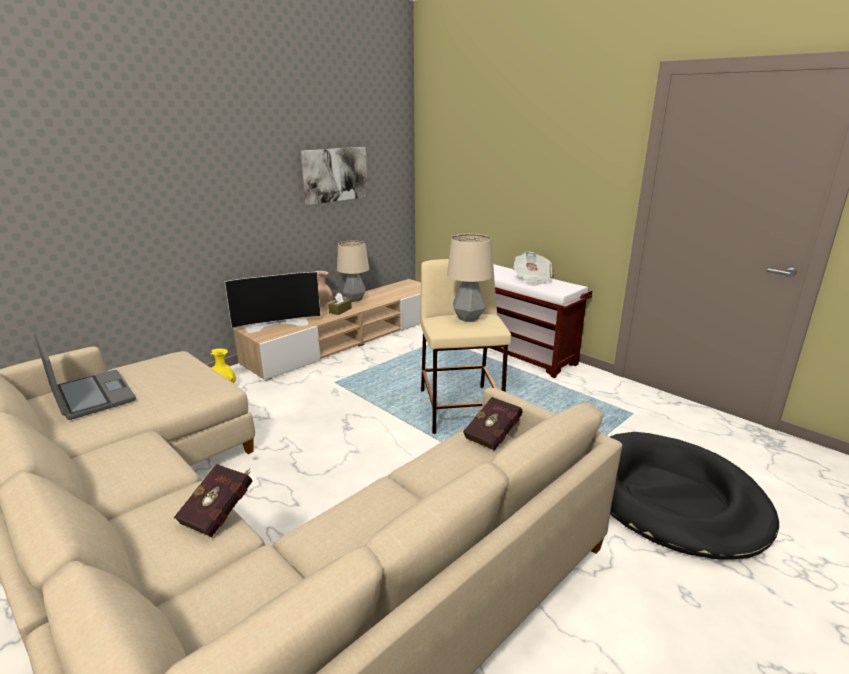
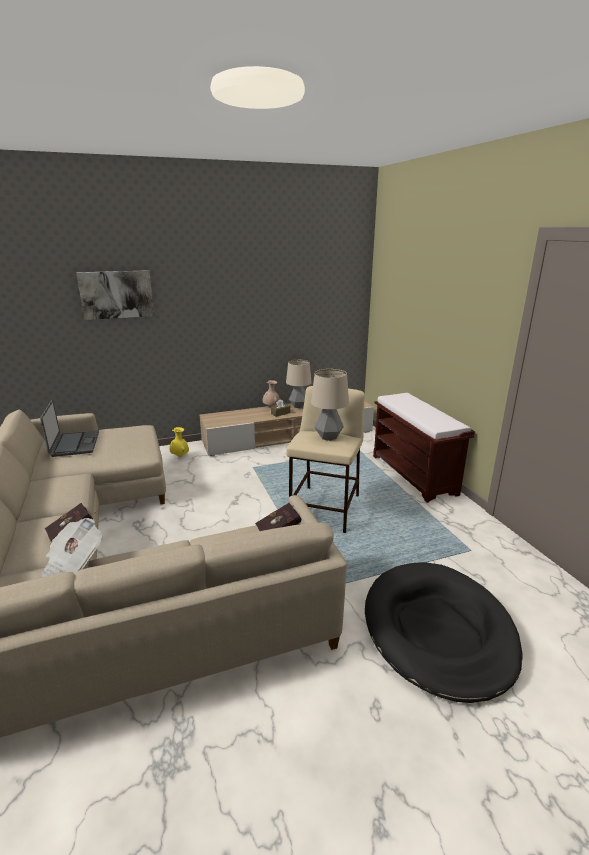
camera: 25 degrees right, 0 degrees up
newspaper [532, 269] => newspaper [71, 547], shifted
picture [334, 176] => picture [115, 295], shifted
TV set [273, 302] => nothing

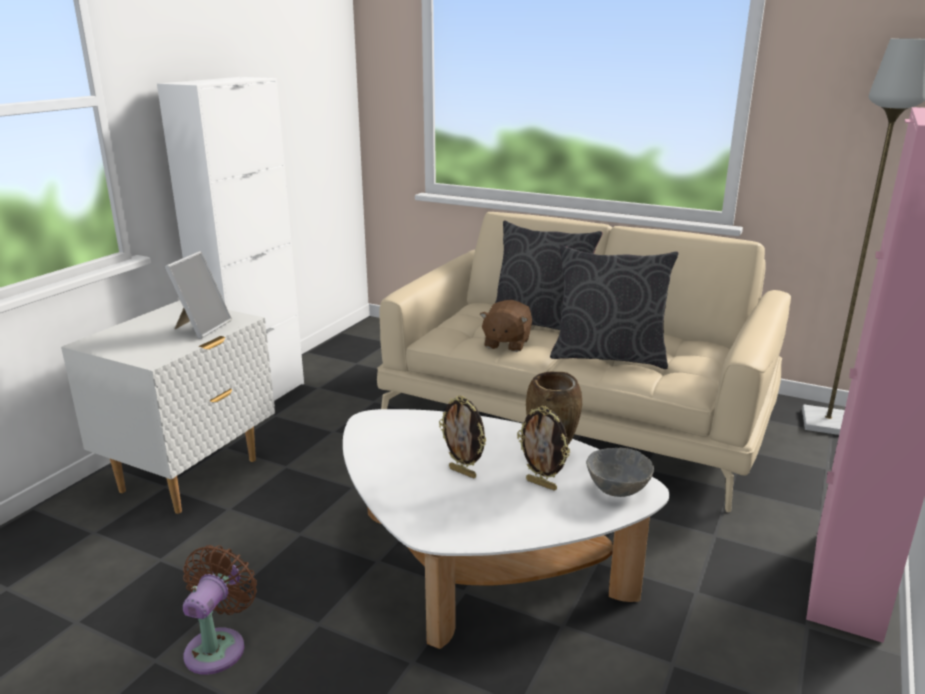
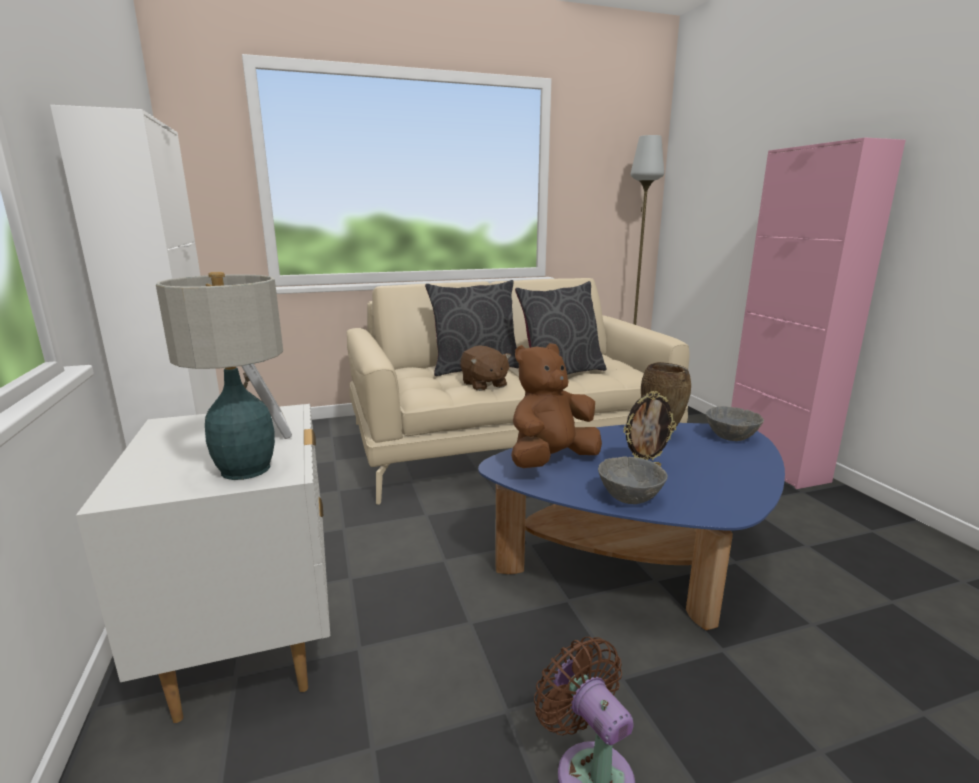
camera: 45 degrees left, 5 degrees down
nothing => table lamp [219, 376]
white-coloured lounge table [506, 529] => bluish lounge table [631, 526]
nothing => brown-coloured cuddly toy [556, 405]
nothing => grey serving bowl [633, 480]
standing frame [543, 448] => nothing

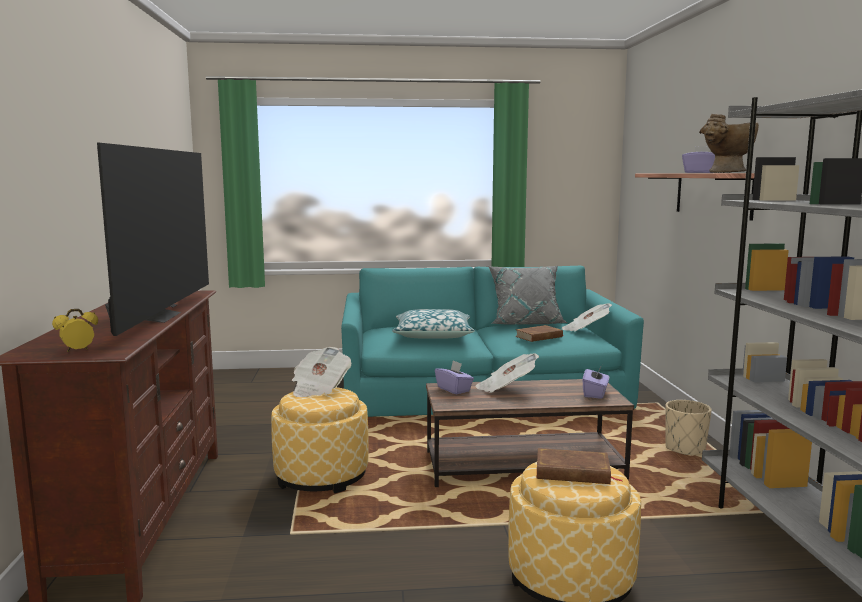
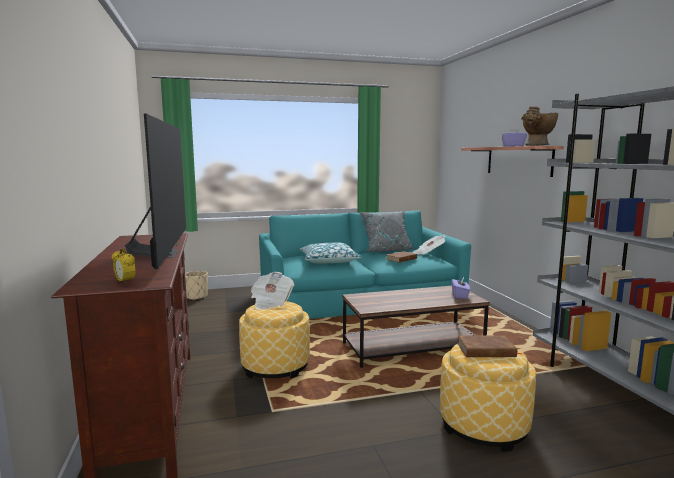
camera: 10 degrees left, 0 degrees up
bedside clock [75, 330] => bedside clock [124, 266], 90 degrees counterclockwise
sand-coloured plant pot [688, 427] => sand-coloured plant pot [196, 285], shifted
purple tissue holder [454, 377] => nothing
newspaper [507, 373] => nothing

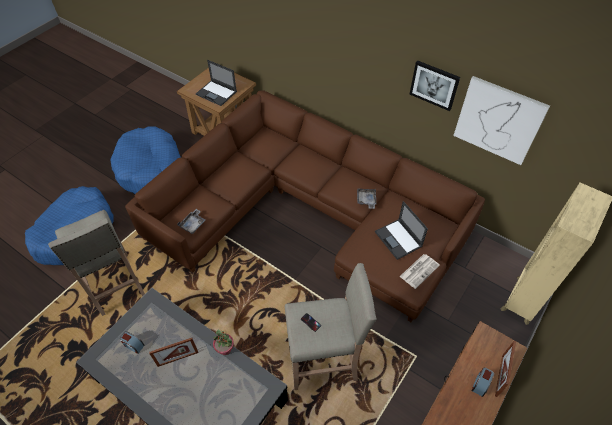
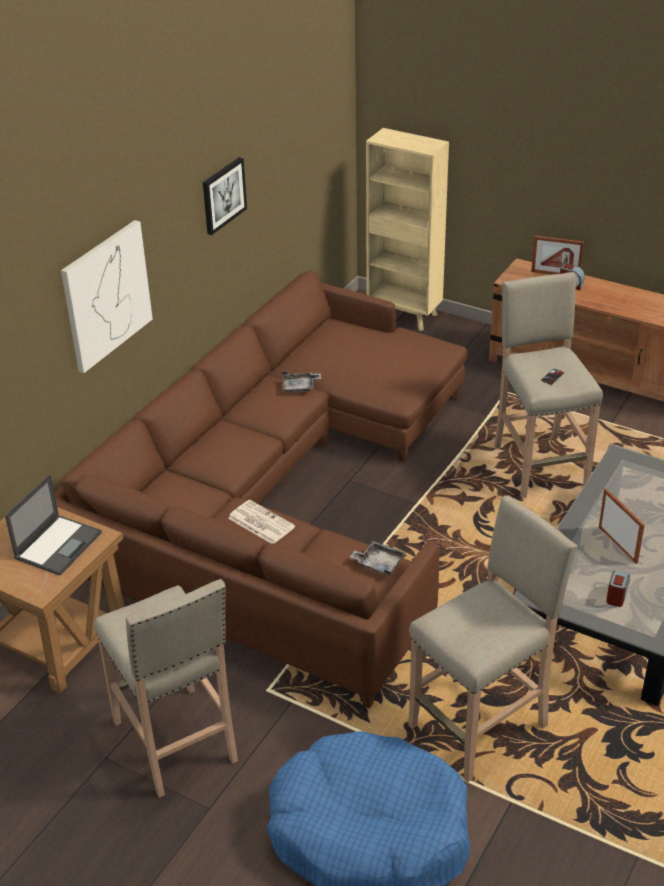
camera: 95 degrees left, 15 degrees down
picture [501, 120] => picture [107, 296], shifted
bluish dog bed [145, 160] => sand-coloured stool [166, 688]
newspaper [419, 271] => newspaper [261, 521], shifted
plant in a pot [223, 342] => nothing
notebook computer [401, 230] => nothing

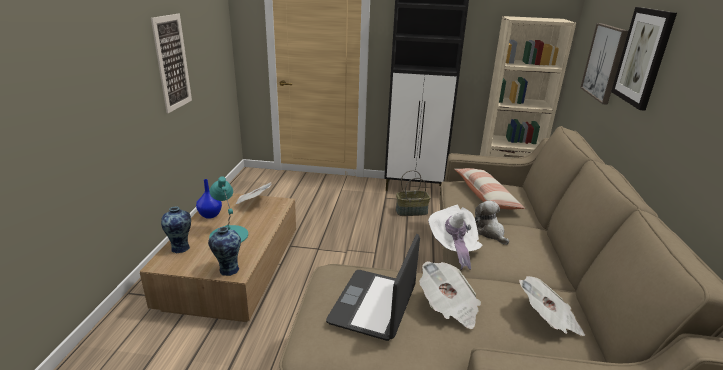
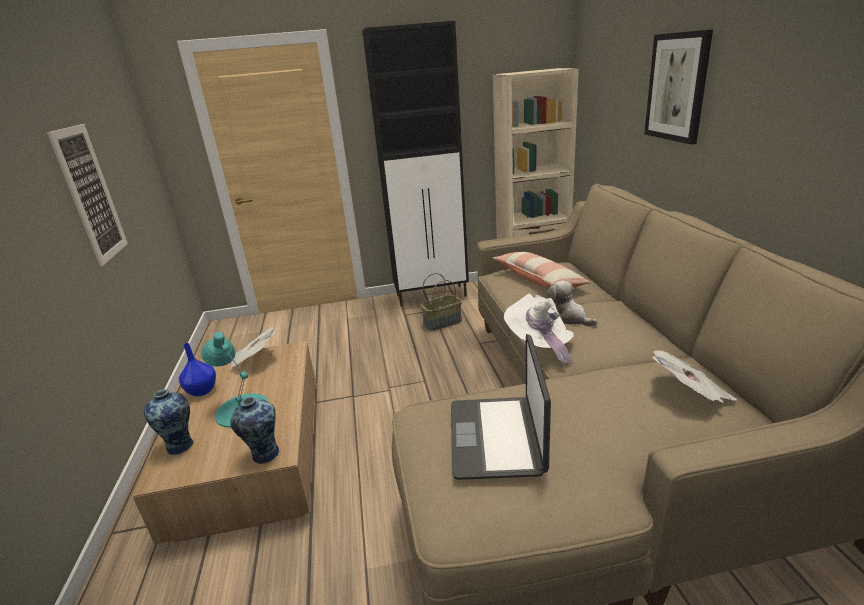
camera: 15 degrees left, 0 degrees up
newspaper [450, 295] => nothing
picture [604, 64] => nothing

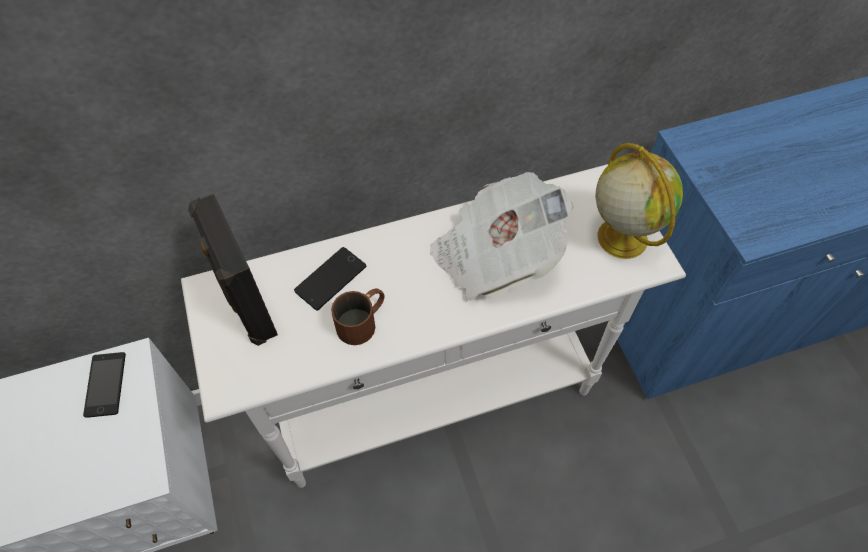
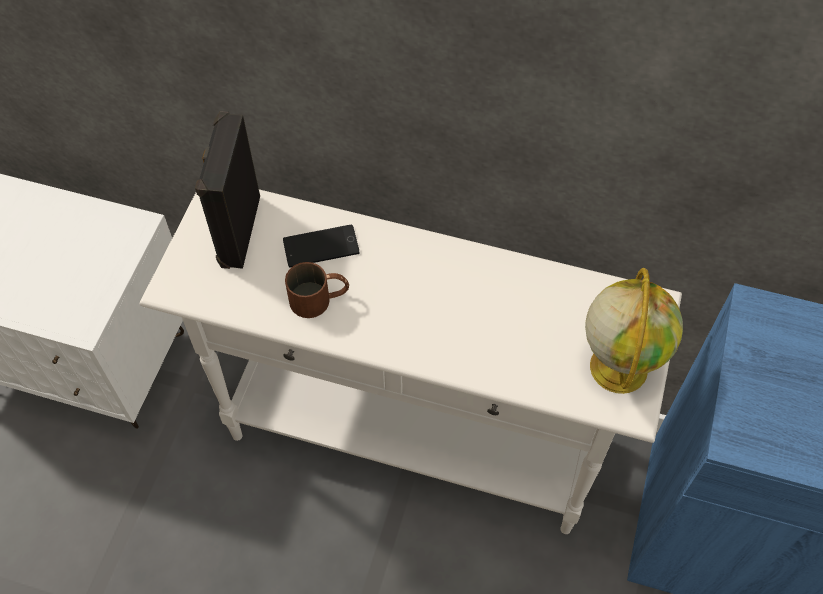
camera: 35 degrees right, 0 degrees up
phone [104, 385] => nothing
newspaper [501, 236] => nothing

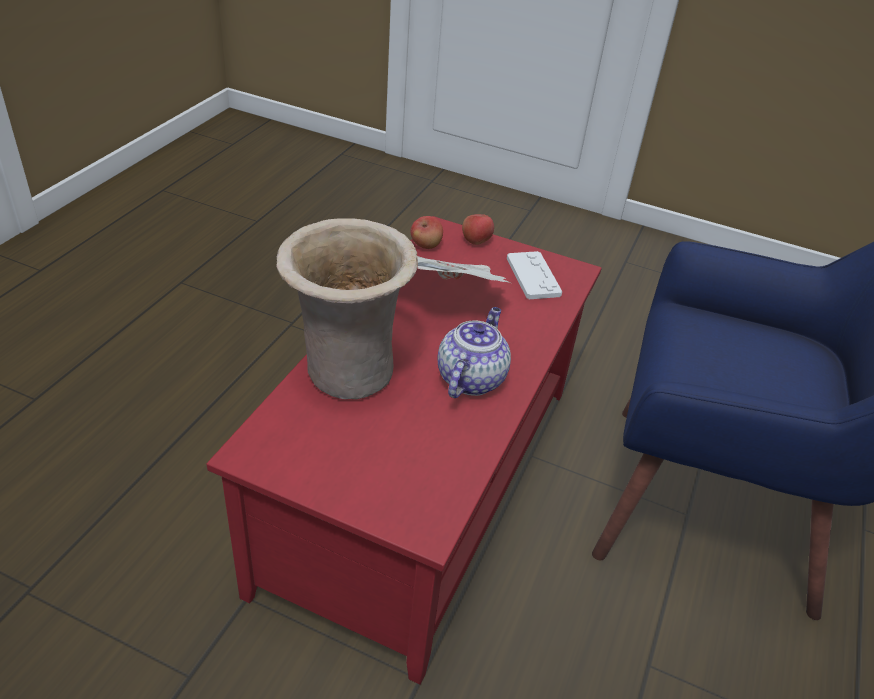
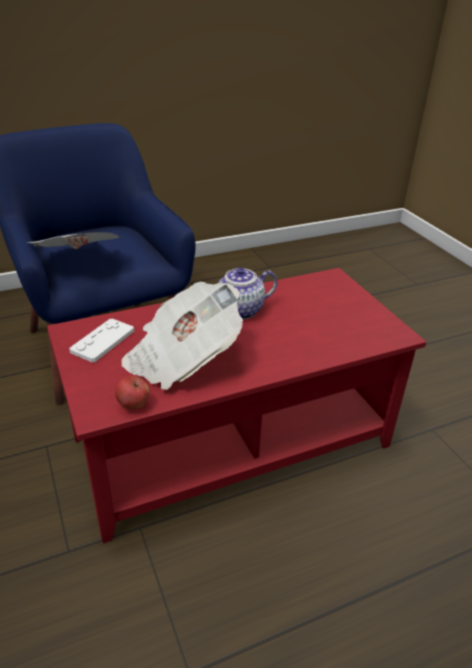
camera: 135 degrees left, 5 degrees down
nothing => newspaper [73, 240]
sand-coloured decorative vase [347, 309] => nothing
whole apple [478, 229] => nothing

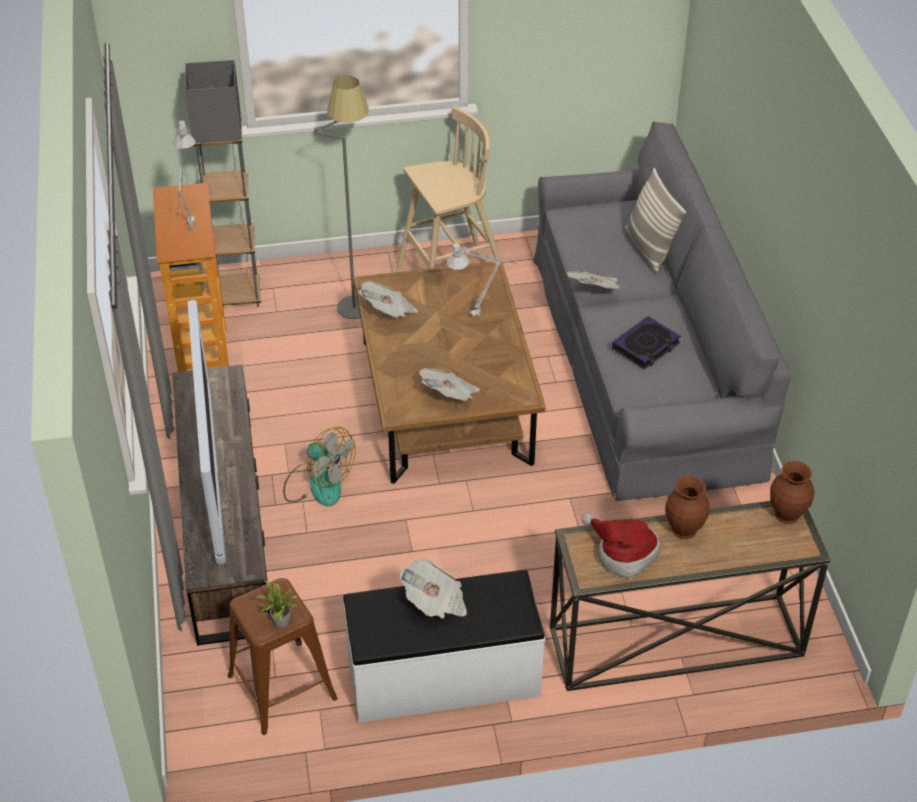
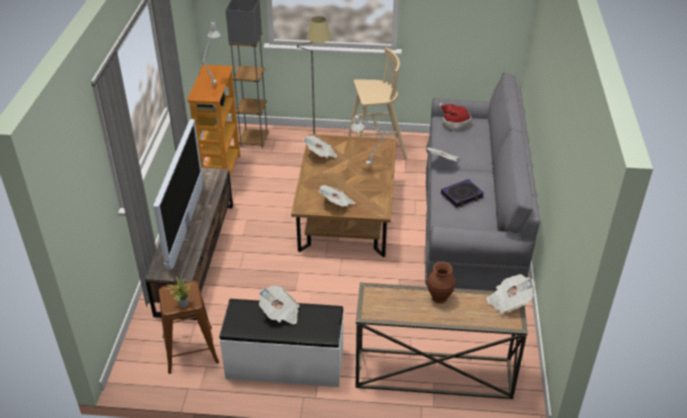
camera: 15 degrees right, 5 degrees down
wearable hat [621, 546] => wearable hat [455, 117], shifted
brown-coloured decorative vase [792, 492] => newspaper [510, 294]
cooling fan [319, 466] => nothing
pillow [655, 220] => nothing

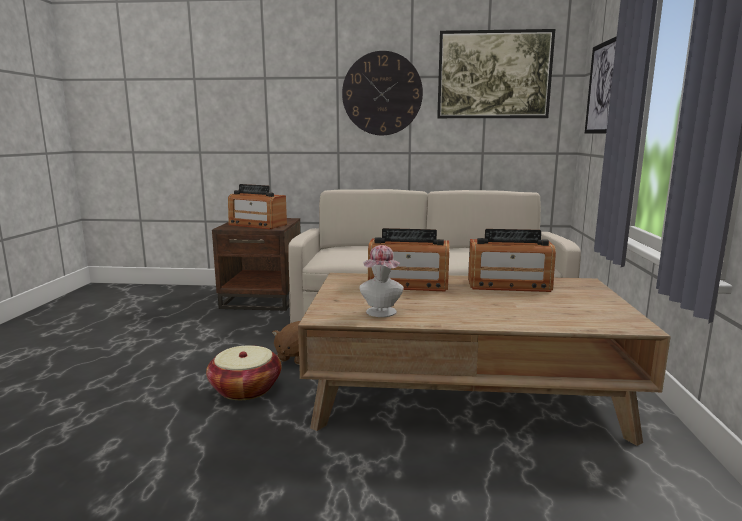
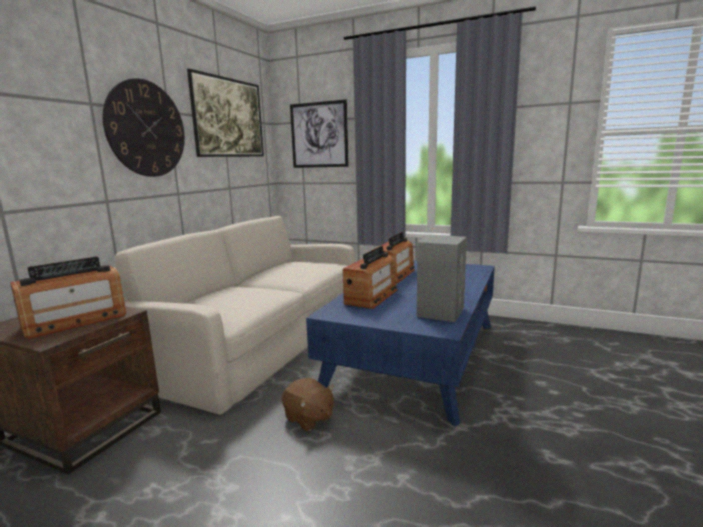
camera: 70 degrees left, 0 degrees up
brown-coloured lounge table [484, 359] => bluish lounge table [400, 343]
wearable hat [381, 281] => grey loudspeaker [442, 278]
storage basket [243, 372] => nothing

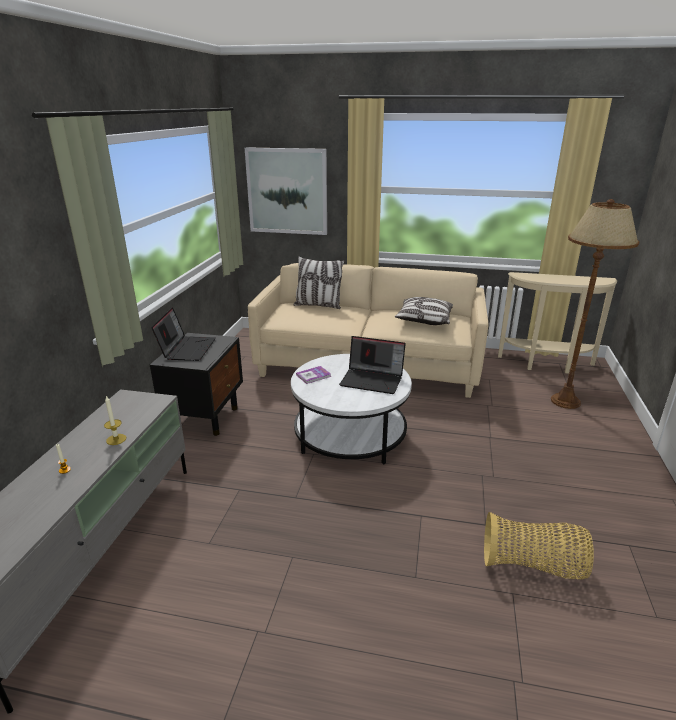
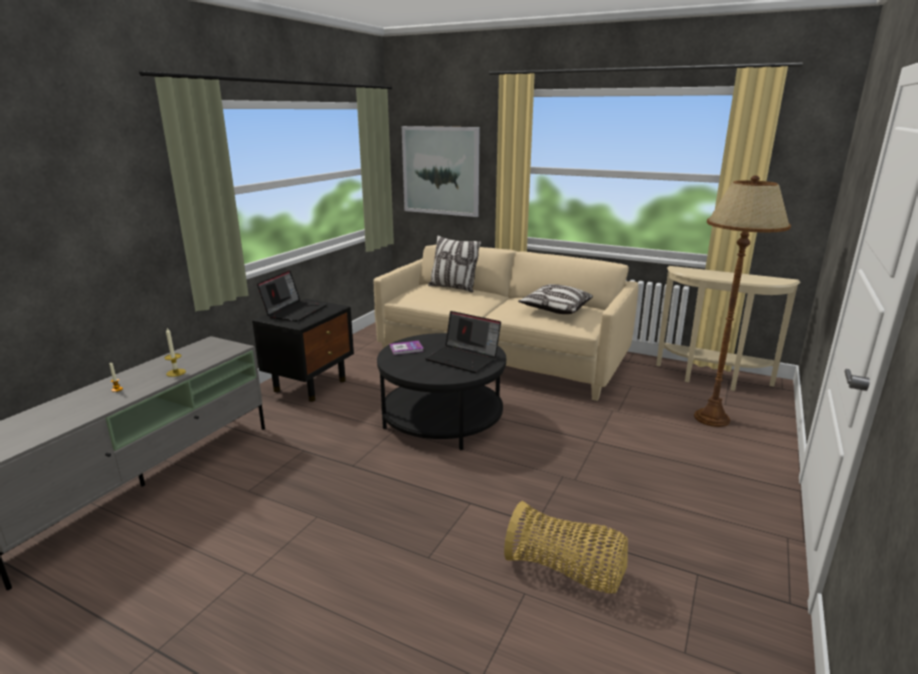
camera: 15 degrees right, 5 degrees down
white-coloured lounge table [351, 409] => black-coloured lounge table [441, 391]

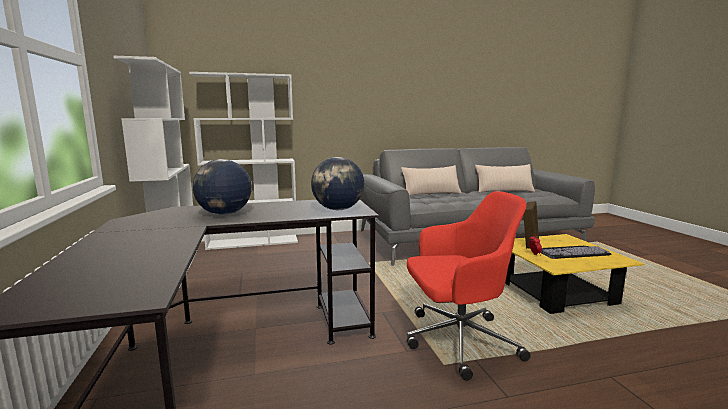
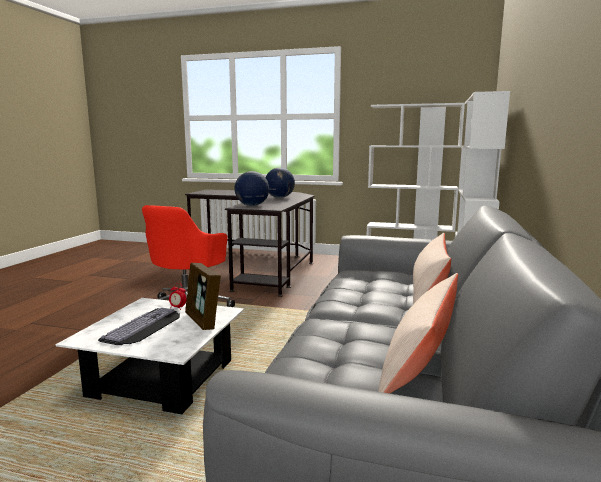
camera: 120 degrees right, 0 degrees up
yellow lounge table [574, 274] => white-coloured lounge table [150, 356]

